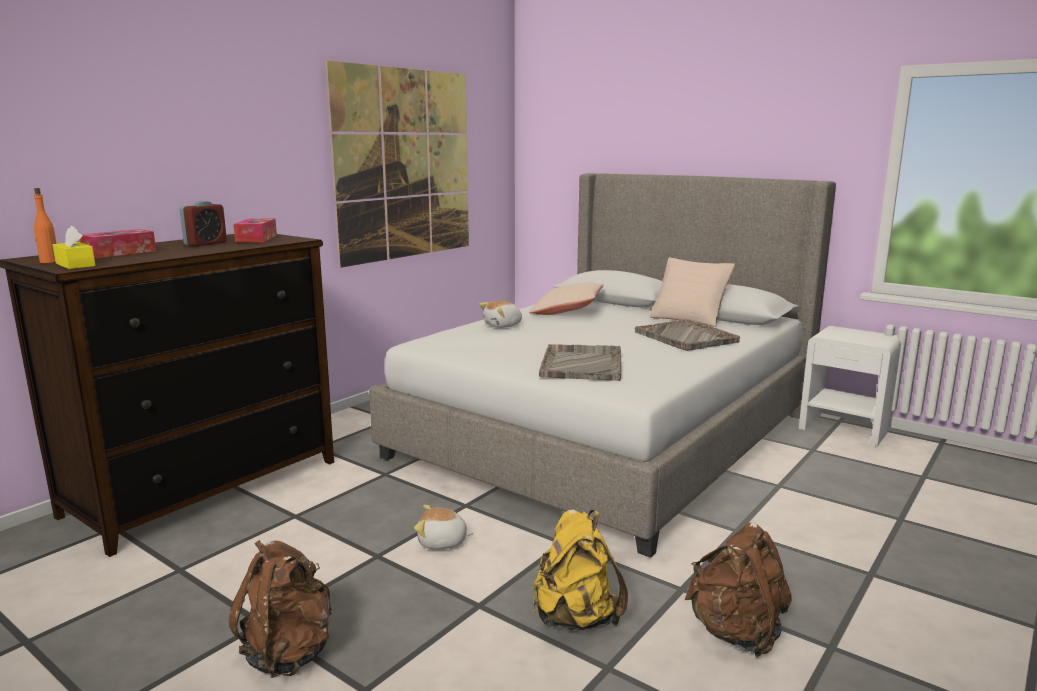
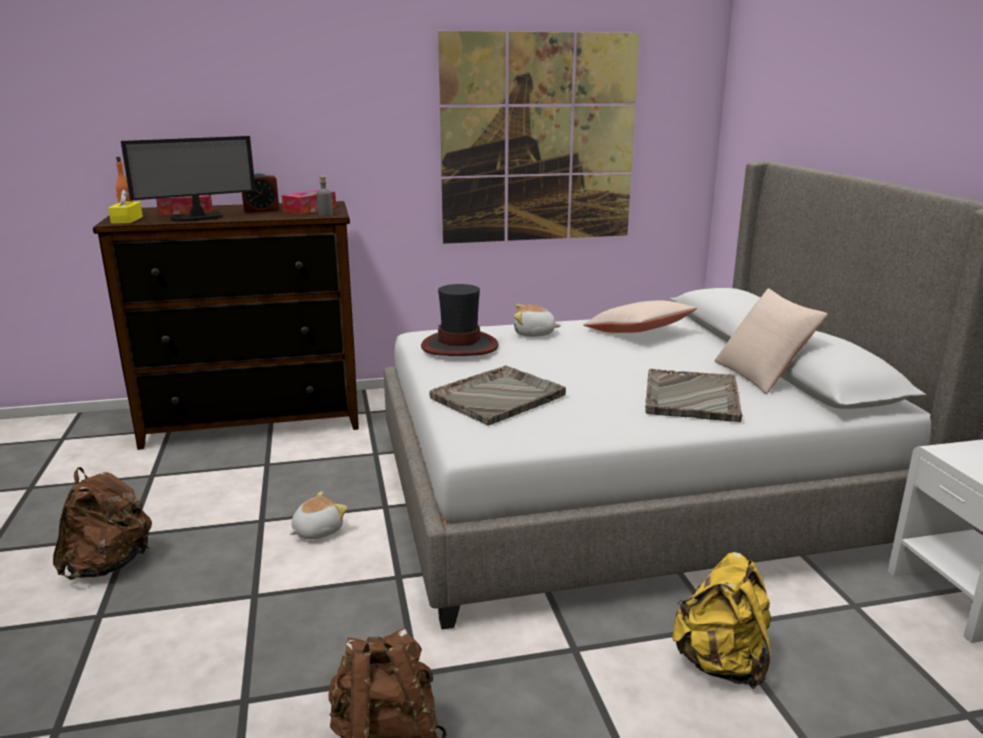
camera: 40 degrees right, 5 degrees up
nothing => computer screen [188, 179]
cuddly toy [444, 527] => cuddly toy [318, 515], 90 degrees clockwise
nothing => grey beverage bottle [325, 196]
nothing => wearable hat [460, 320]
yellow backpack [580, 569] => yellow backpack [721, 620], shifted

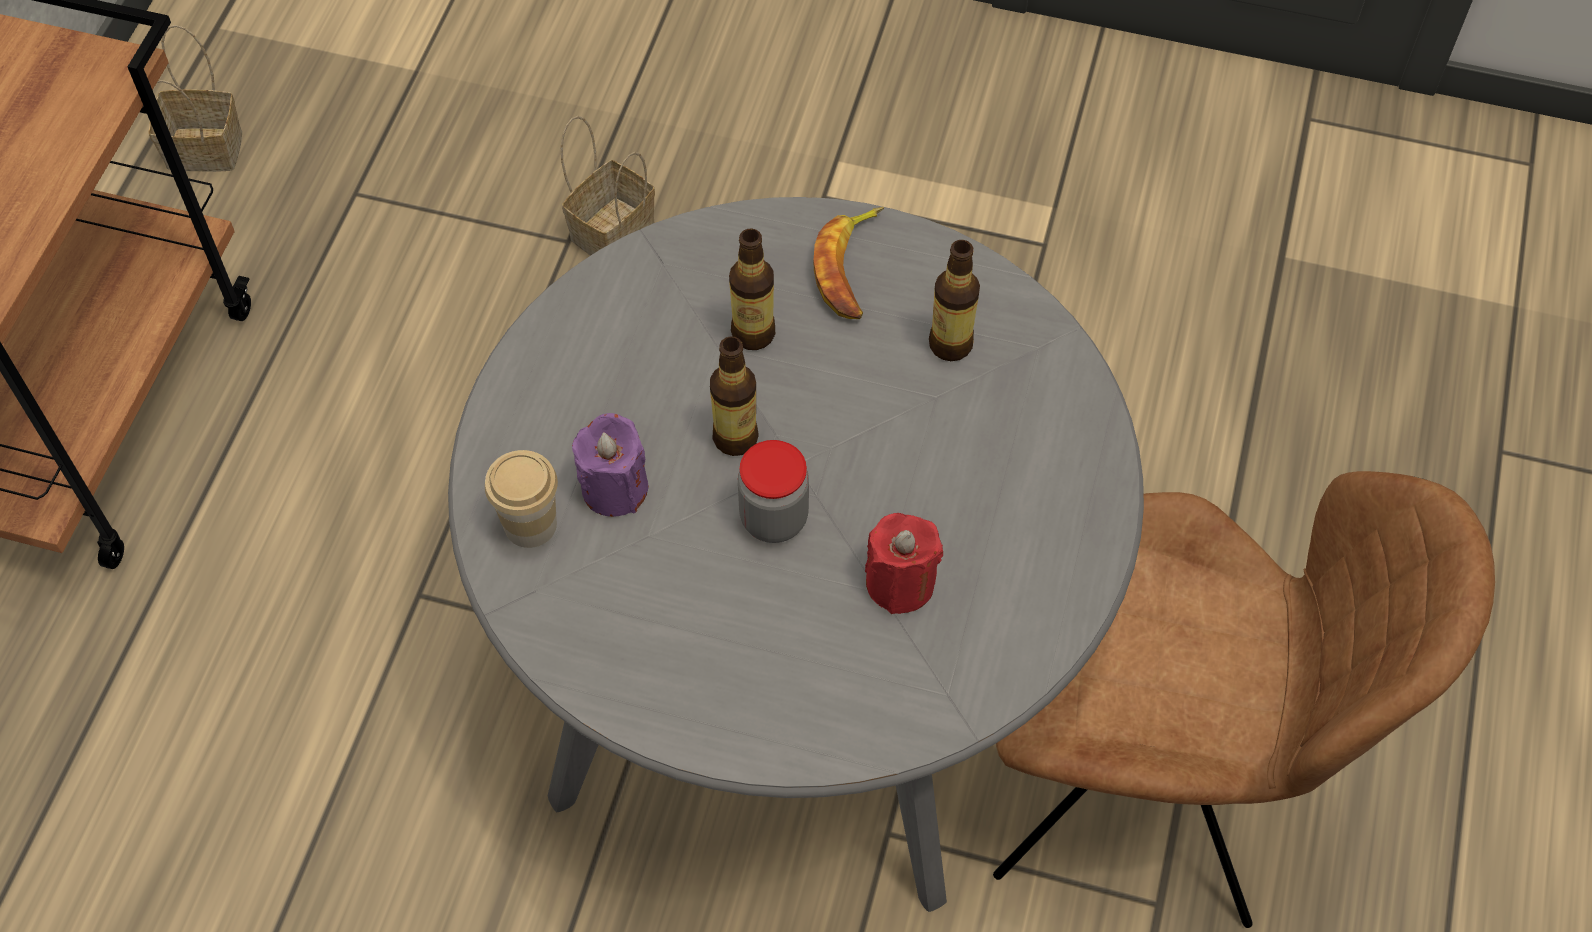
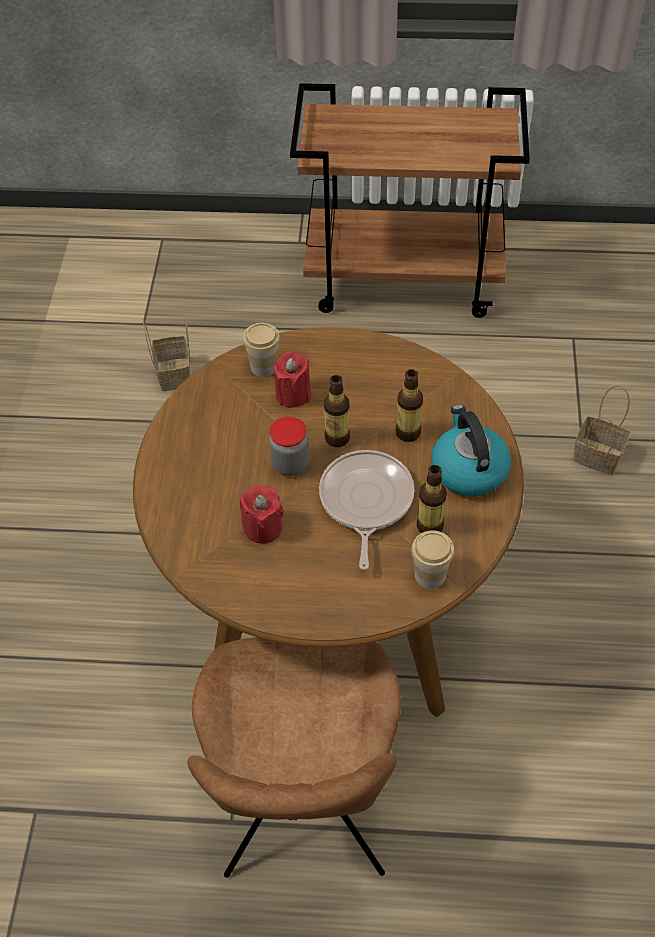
camera: 80 degrees right, 5 degrees down
grey kitchen table [796, 554] => brown-coloured kitchen table [328, 522]
storage basket [195, 98] => storage basket [167, 352], shifted
purple candle [610, 465] => reddish candle [292, 380]
nothing => skillet [366, 510]
nothing => small cup [432, 559]
banana fruit [848, 263] => kettle [471, 450]

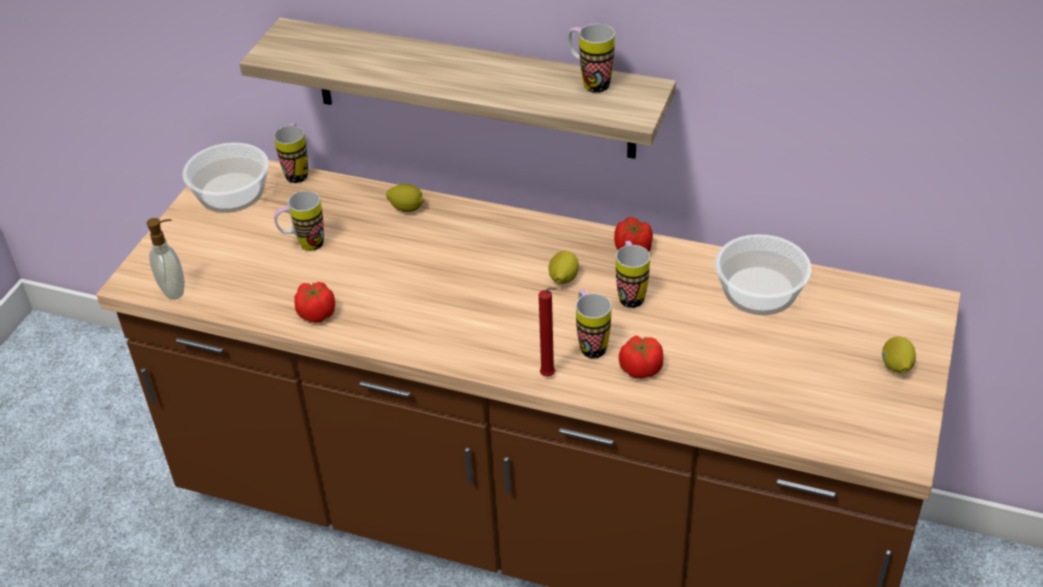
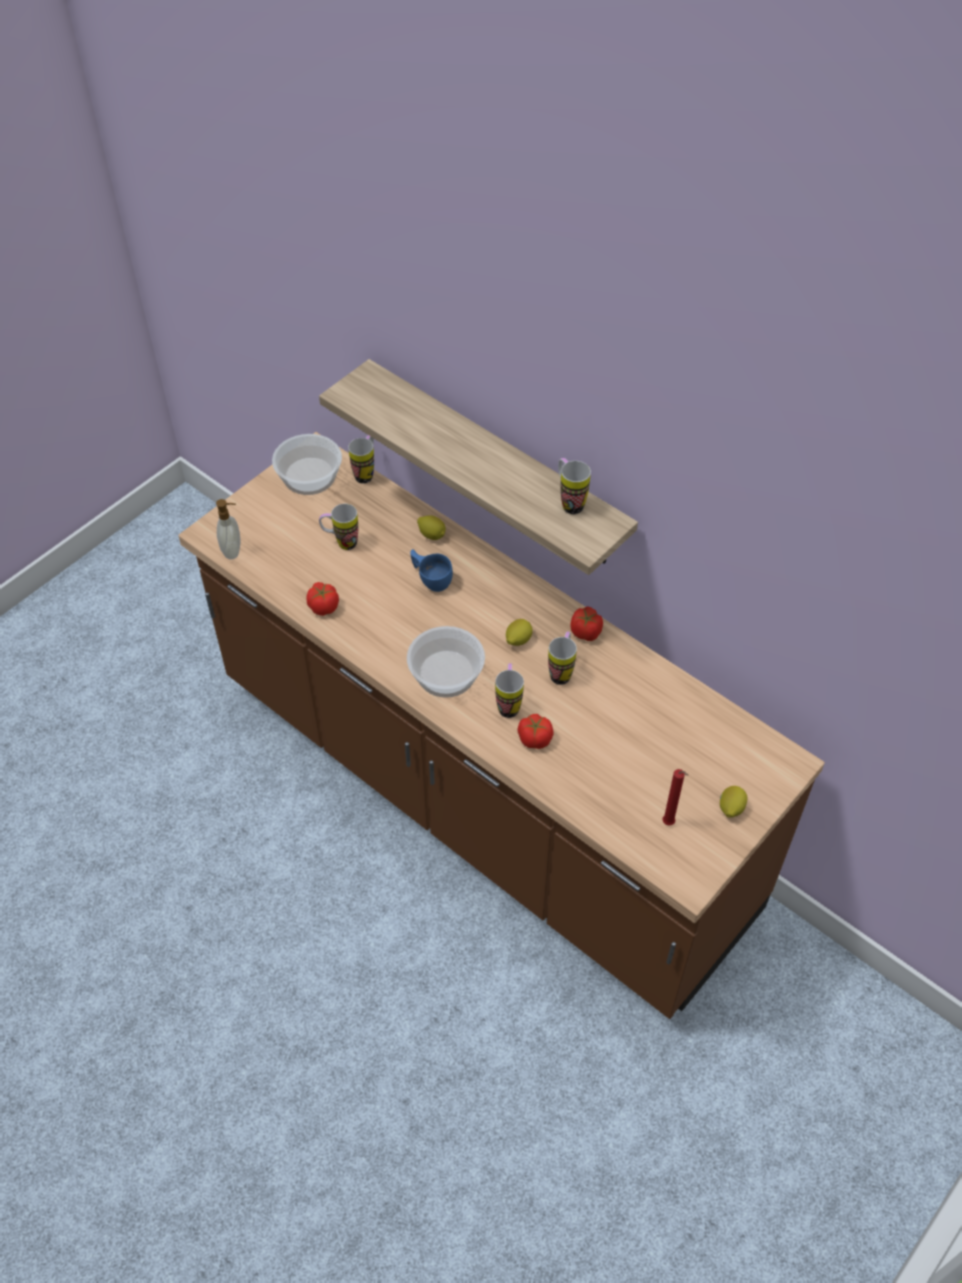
camera: 20 degrees right, 10 degrees up
serving bowl [763, 274] => serving bowl [446, 662], shifted
nothing => bluish small cup [431, 570]
reddish candle [548, 331] => reddish candle [675, 797], shifted

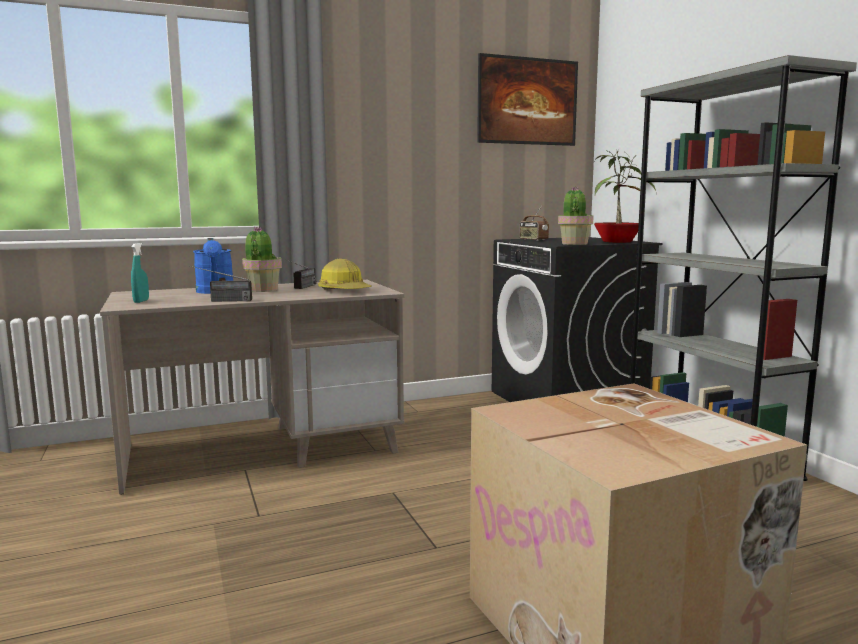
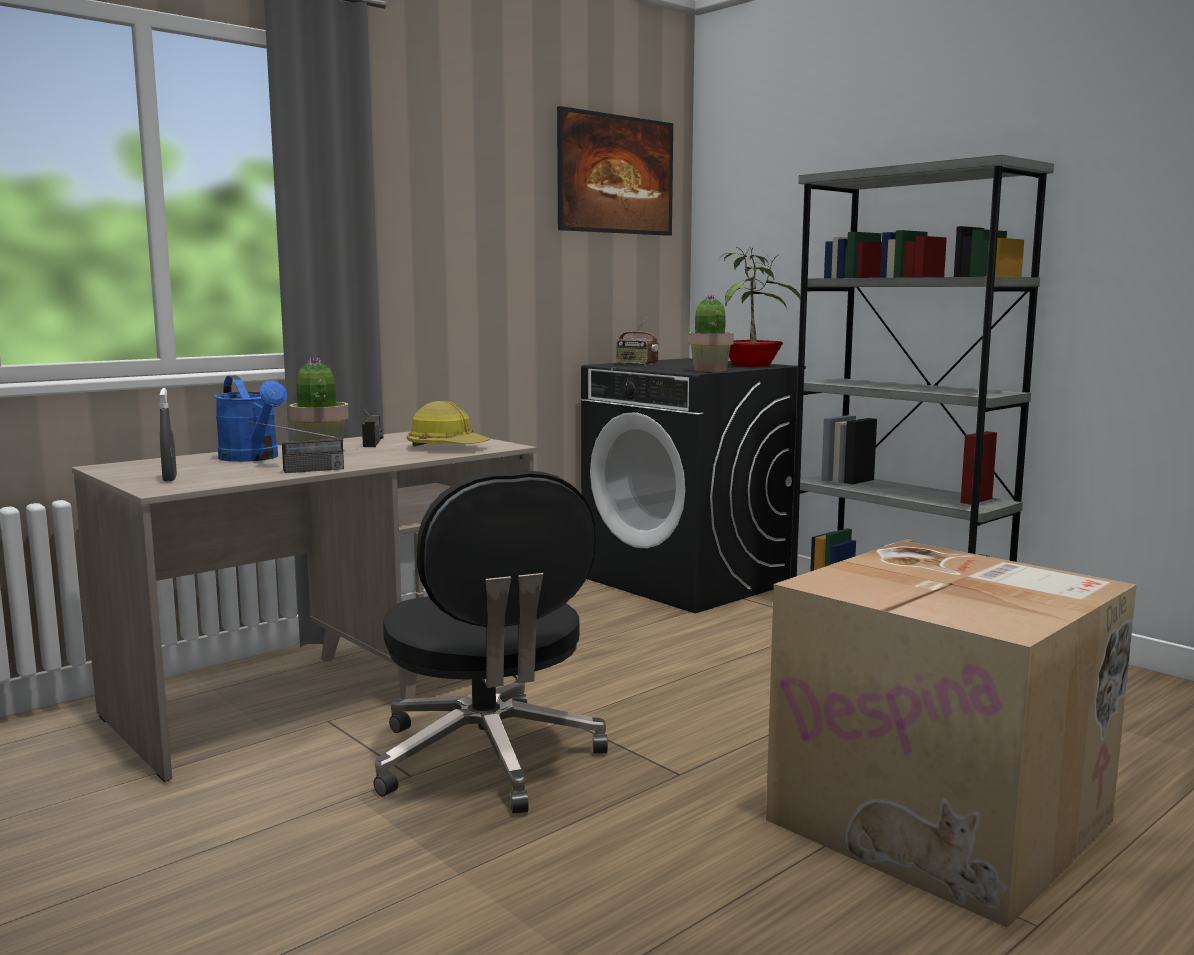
camera: 20 degrees left, 0 degrees up
turquoise-coloured sprayer [140, 273] => grey sprayer [168, 435]
nothing => black-coloured computer chair [491, 642]

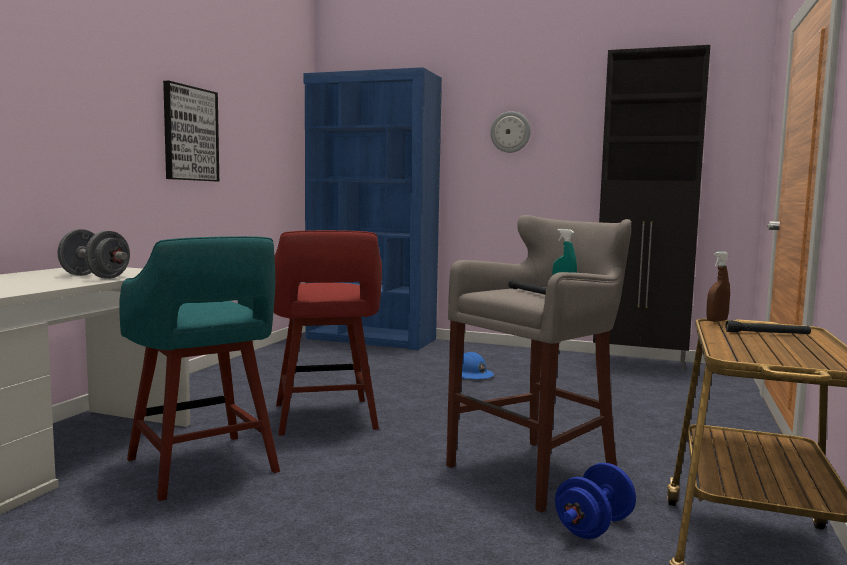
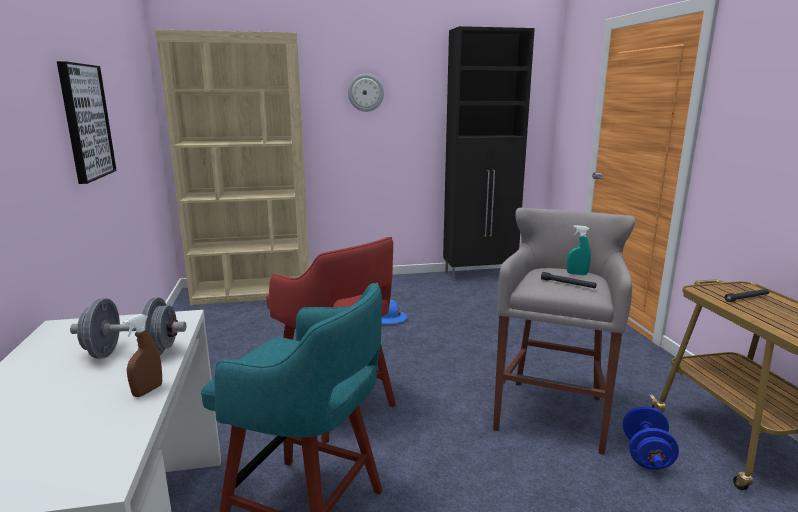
camera: 30 degrees left, 10 degrees up
brown-coloured sprayer [718, 287] => brown-coloured sprayer [142, 355], shifted
bluish bookshelf [373, 208] => sand-coloured bookshelf [232, 167]

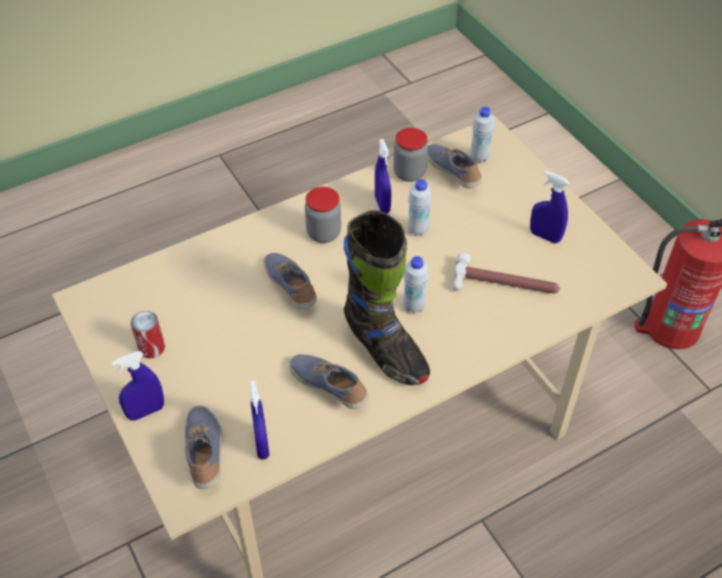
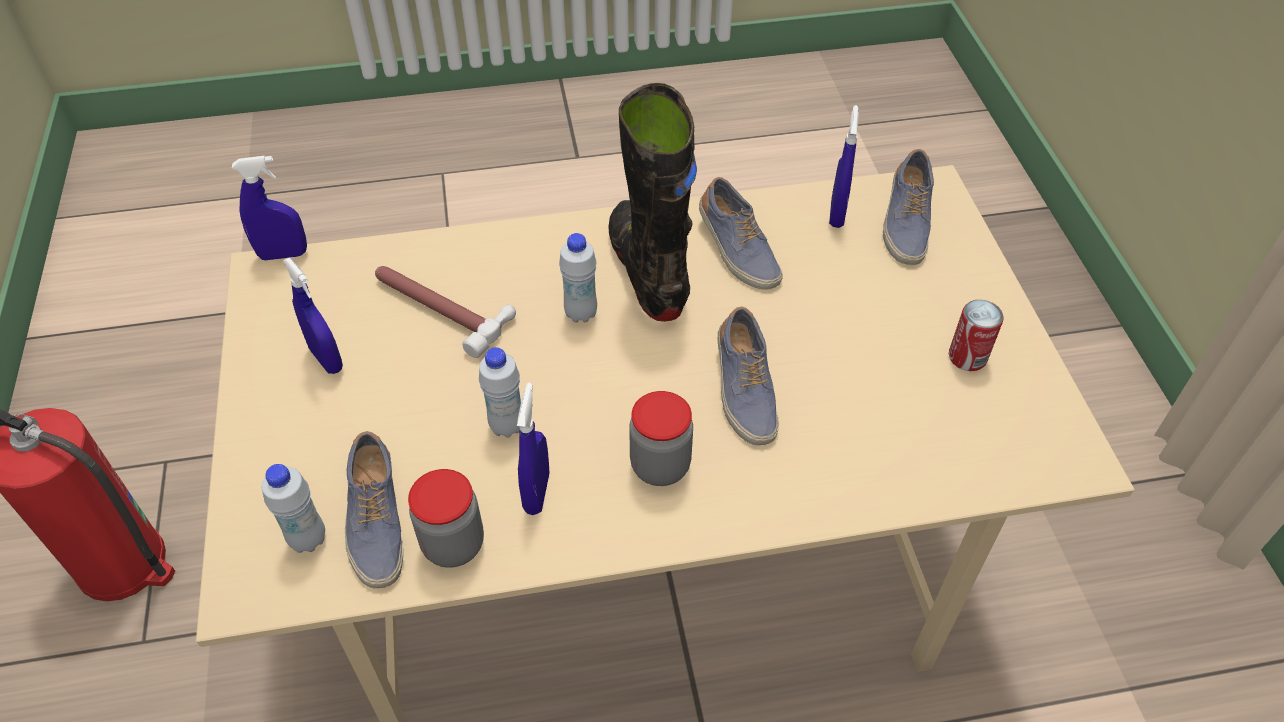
camera: 160 degrees left, 0 degrees up
bluish sprayer [138, 386] => bluish sprayer [269, 208], shifted

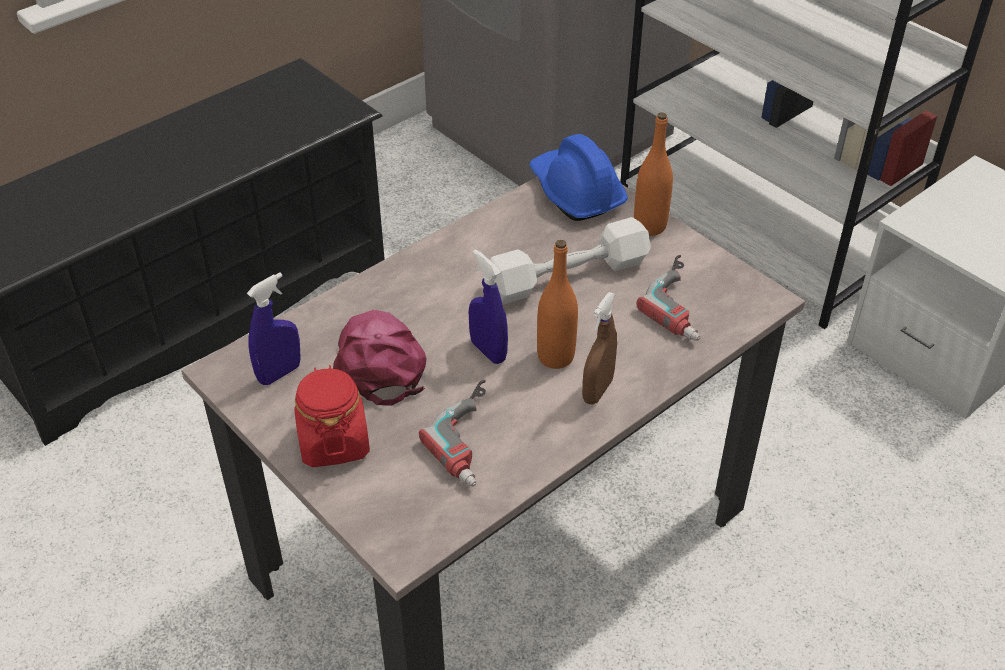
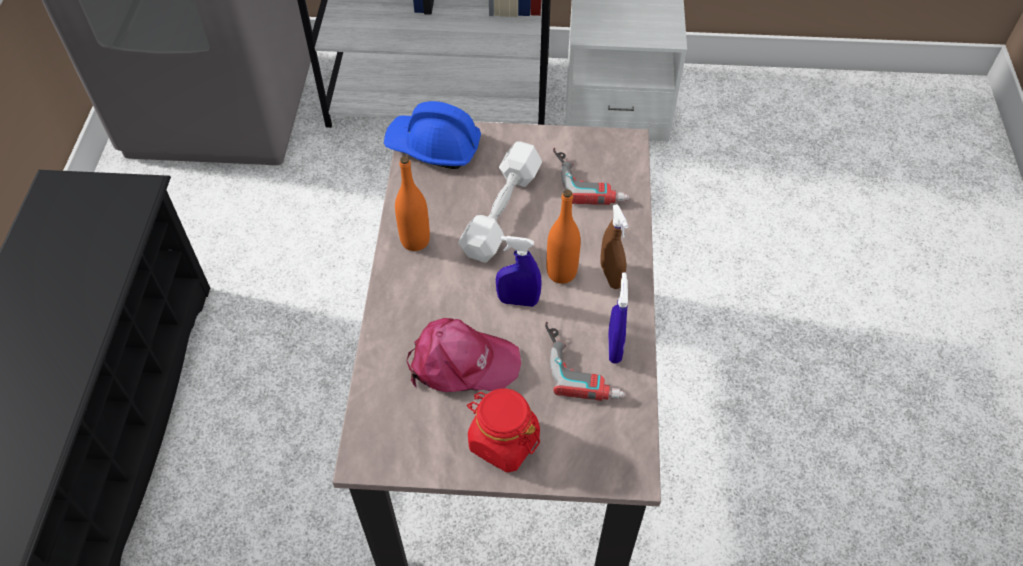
camera: 45 degrees left, 10 degrees up
orange beverage bottle [653, 174] => orange beverage bottle [412, 203], shifted
pink-coloured peaked cap [380, 358] => pink-coloured peaked cap [464, 355], 150 degrees clockwise
bluish sprayer [274, 328] => bluish sprayer [618, 318], shifted

